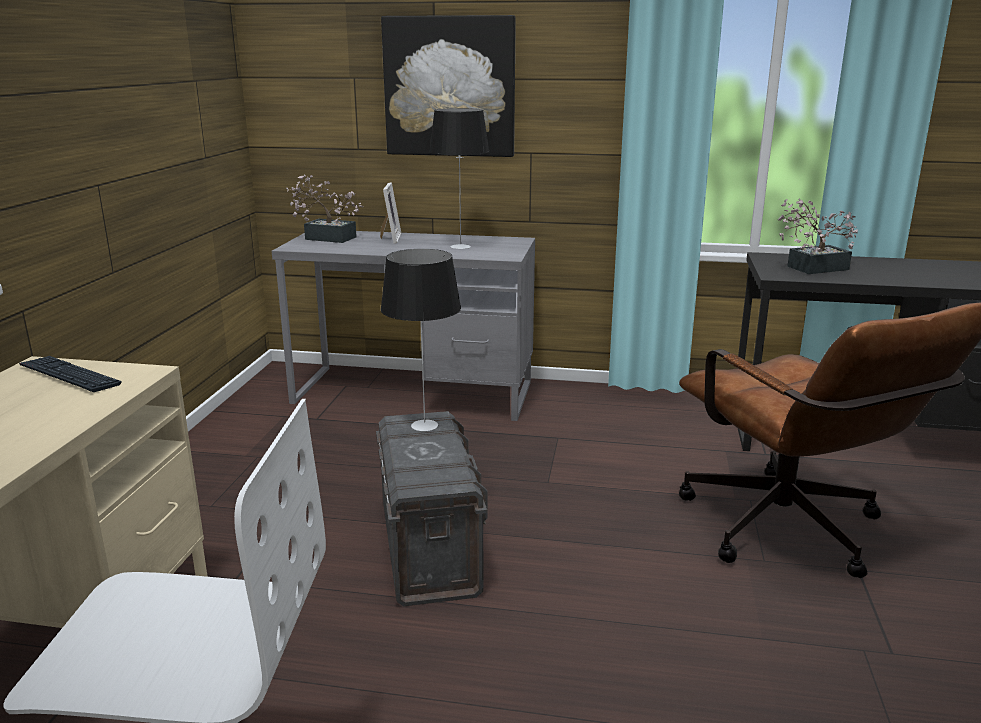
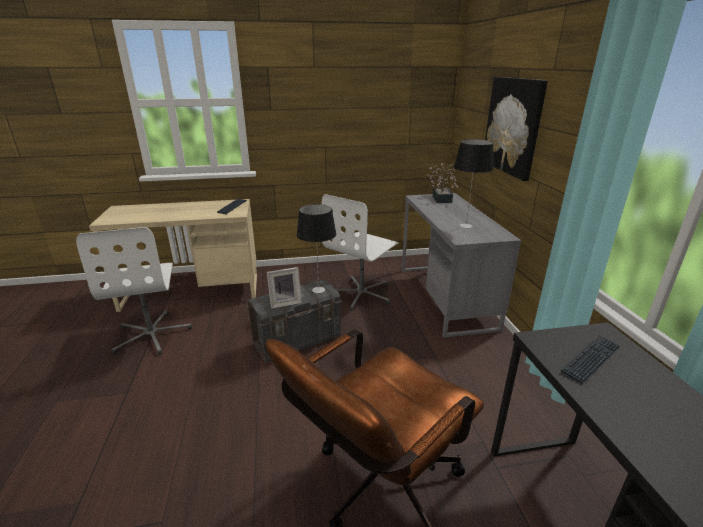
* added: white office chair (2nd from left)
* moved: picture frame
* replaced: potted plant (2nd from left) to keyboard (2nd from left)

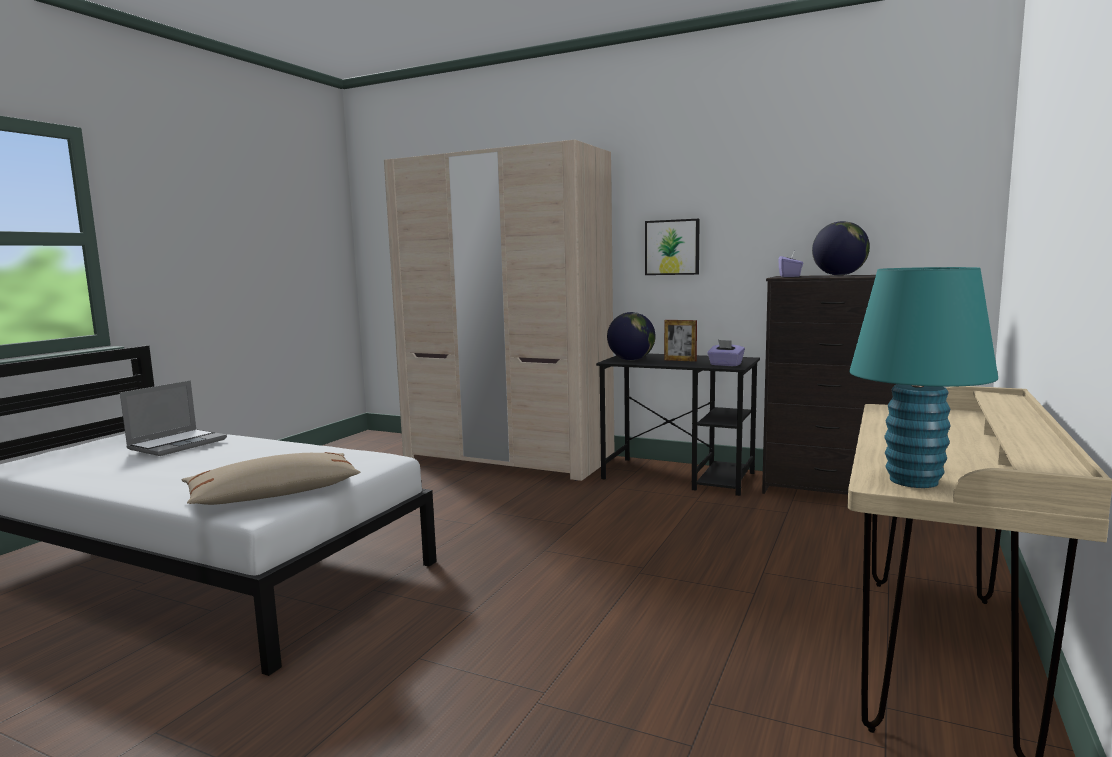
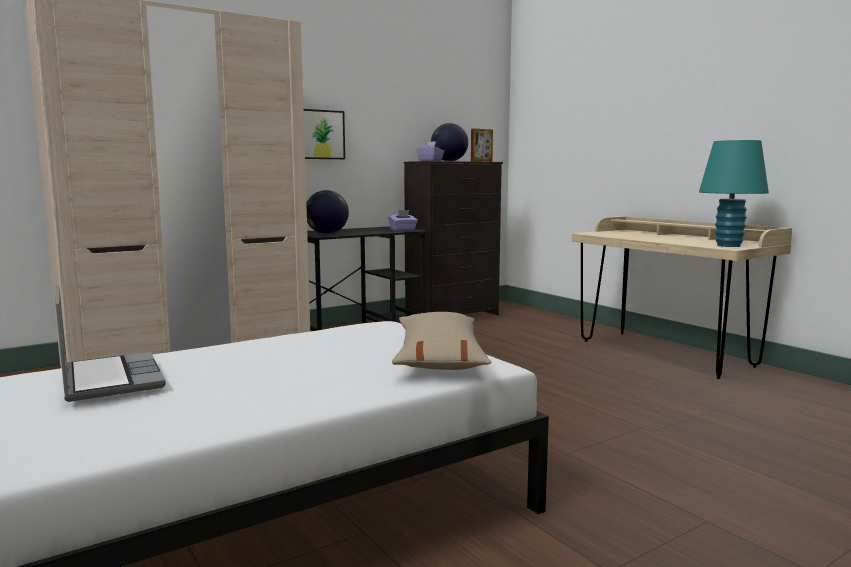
* moved: picture frame

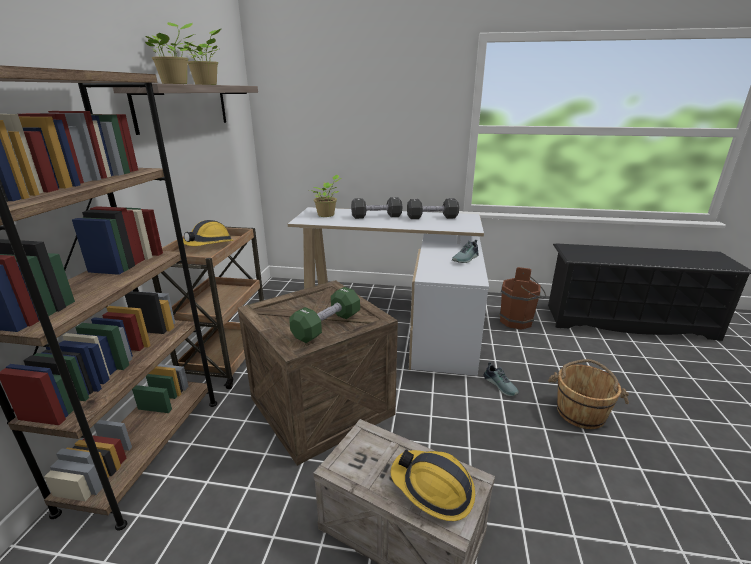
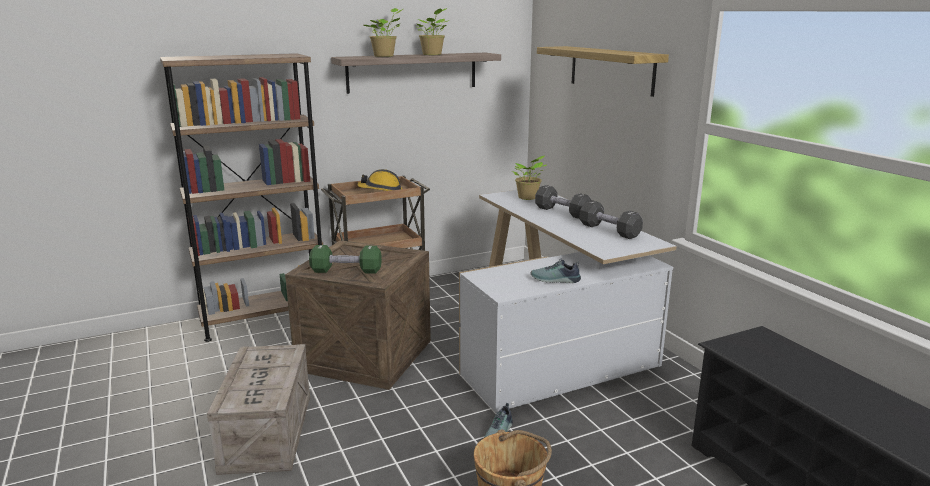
* removed: hard hat (2nd from left)
* removed: brown bucket (1st from left)
* added: shelf (2nd from left)

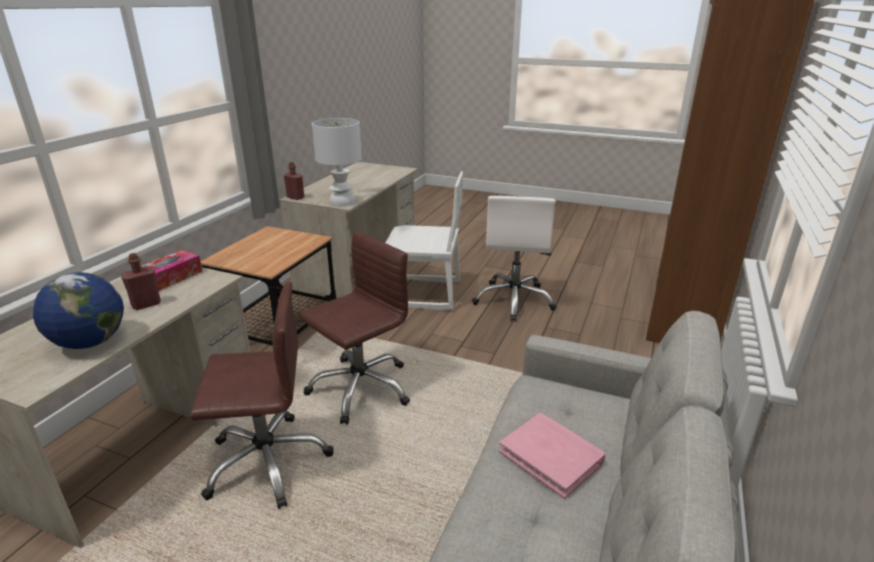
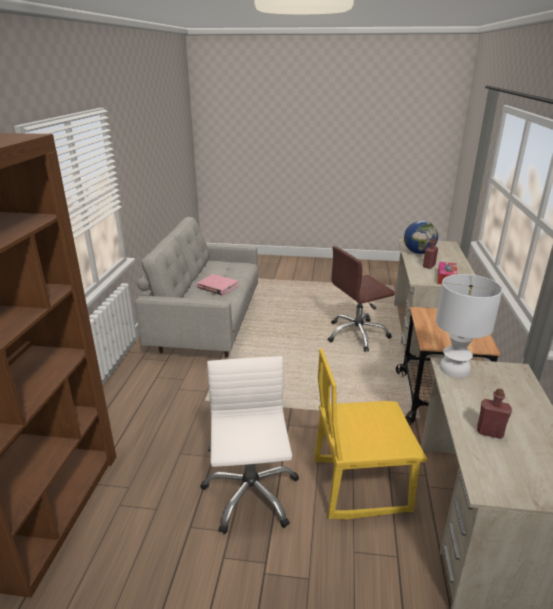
* removed: brown office chair (2nd from left)
* moved: red bottle (2nd from left)
* recoloured: white chair to yellow chair

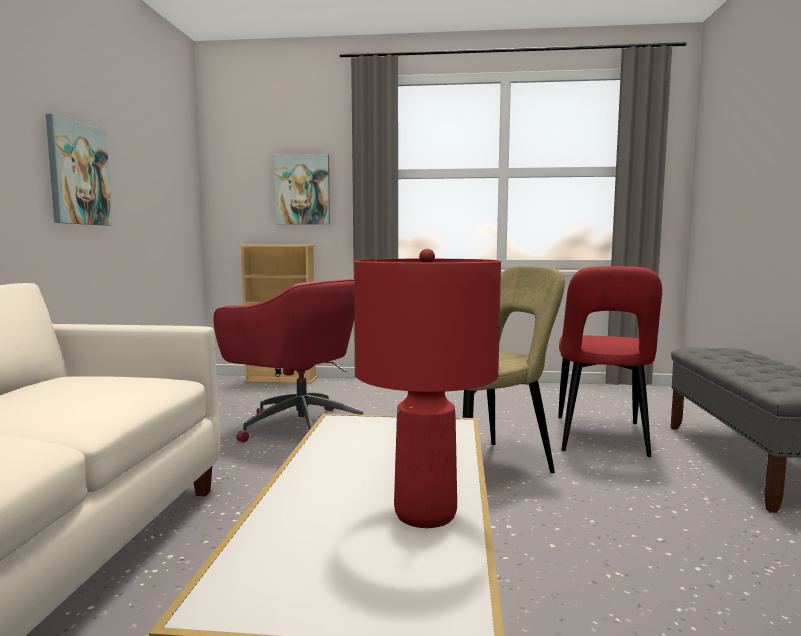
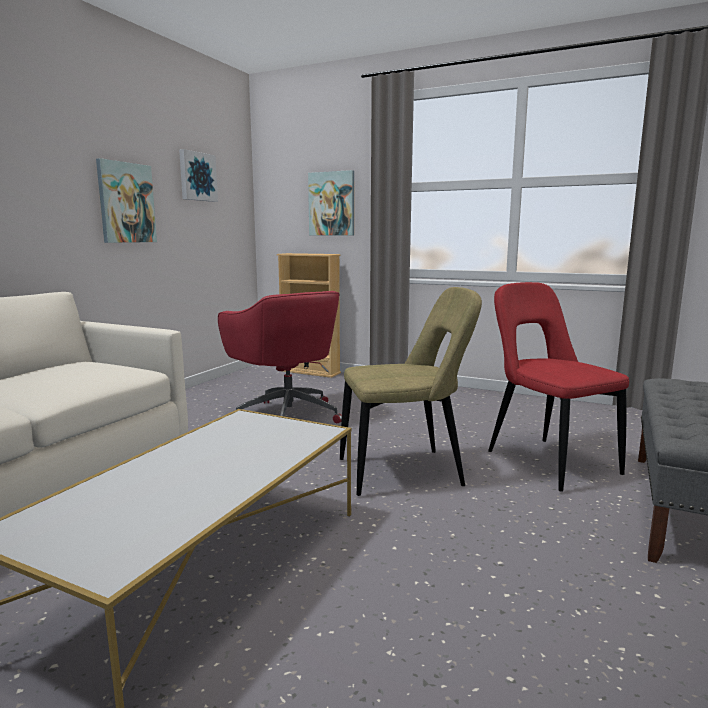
* removed: red table lamp
* added: picture (2nd from left)
* turned: red chair 120 degrees clockwise

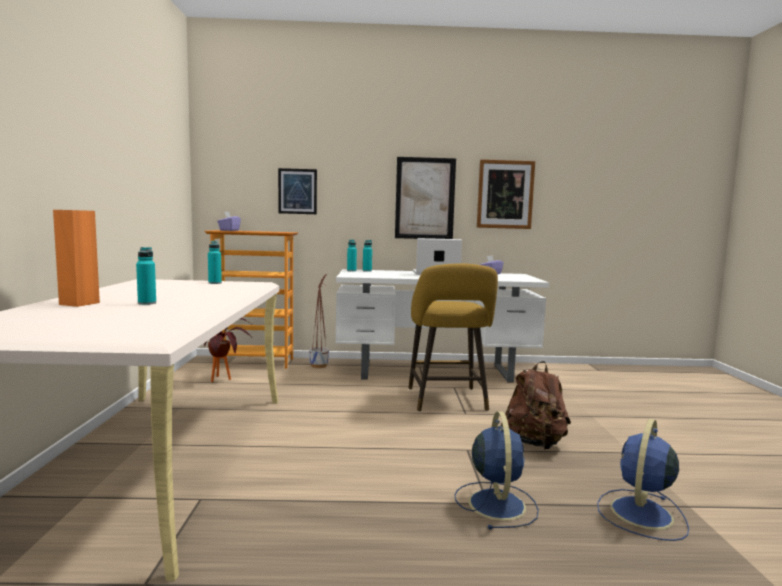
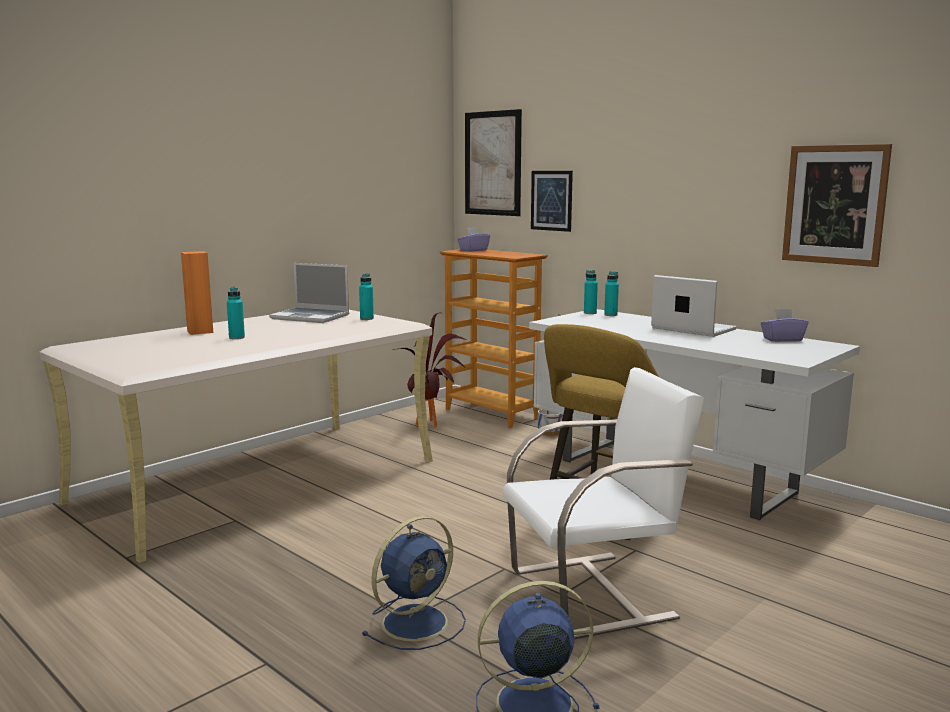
* added: laptop (1st from left)
* moved: picture (2nd from left in the first image) to picture (1st from left)
* replaced: brown backpack to white chair

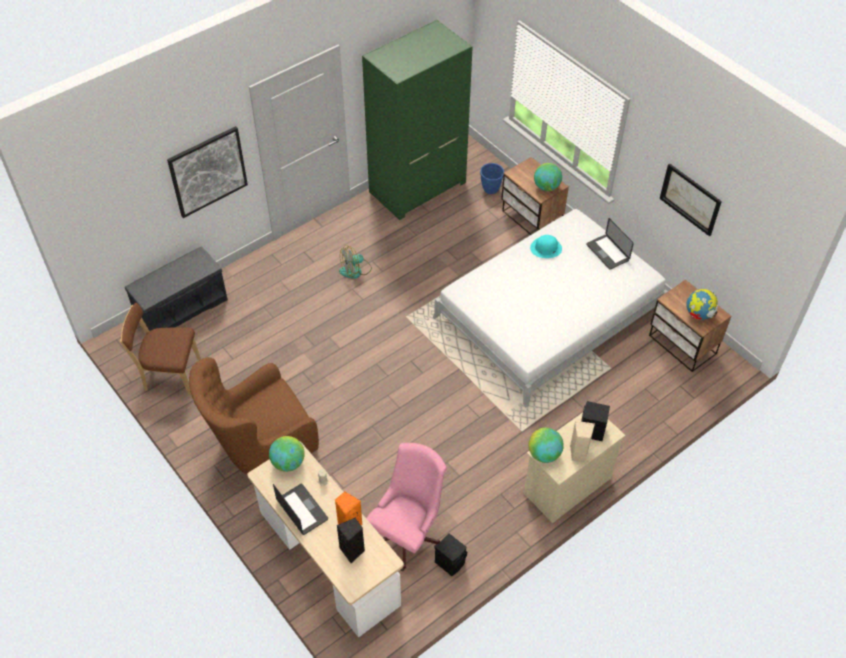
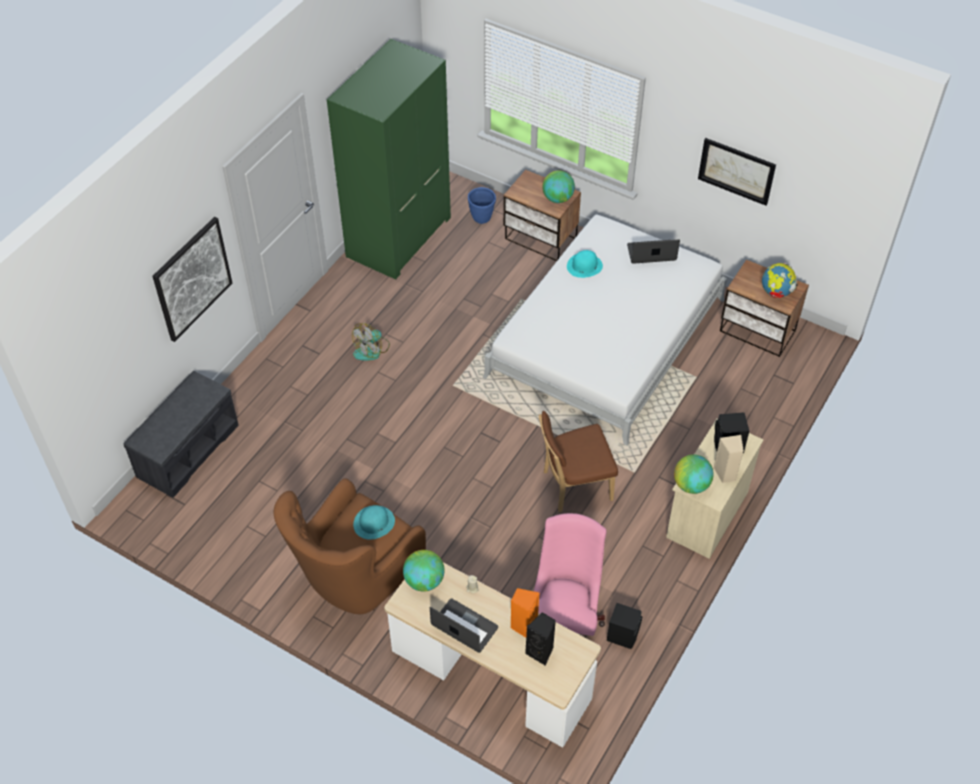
* added: turquoise hat (1st from left)
* moved: brown chair
* turned: laptop (2nd from left) 135 degrees clockwise

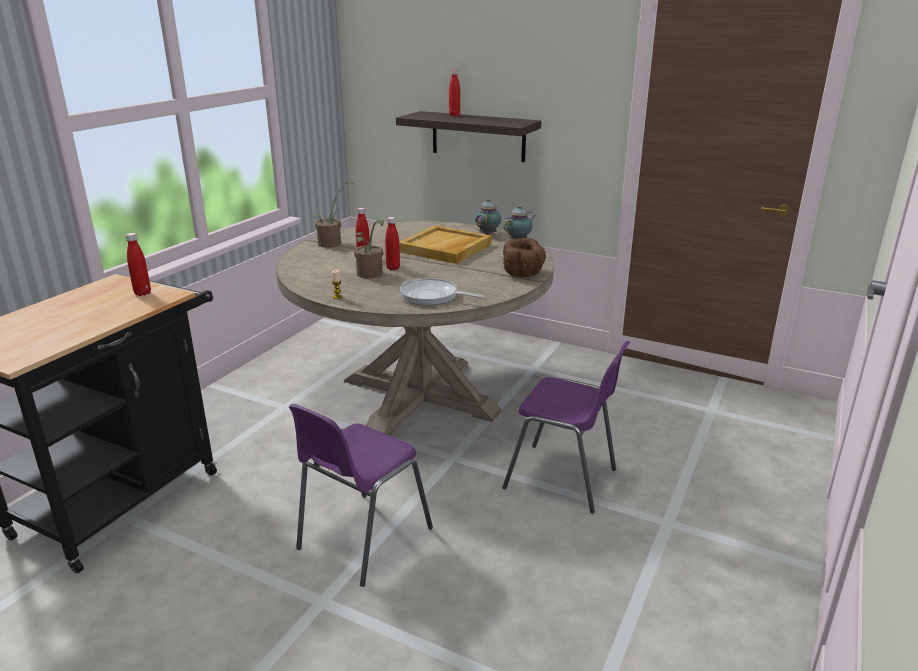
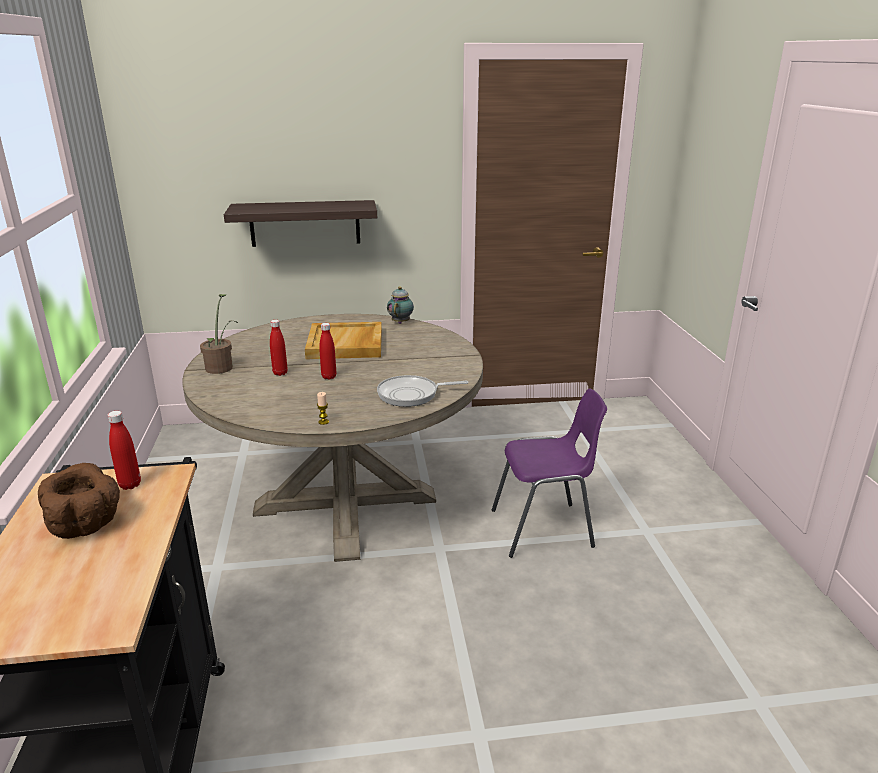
* removed: purple chair (1st from left)
* removed: potted plant (2nd from left)
* removed: red bottle (4th from left)
* removed: teapot (1st from left)
* moved: brown bowl

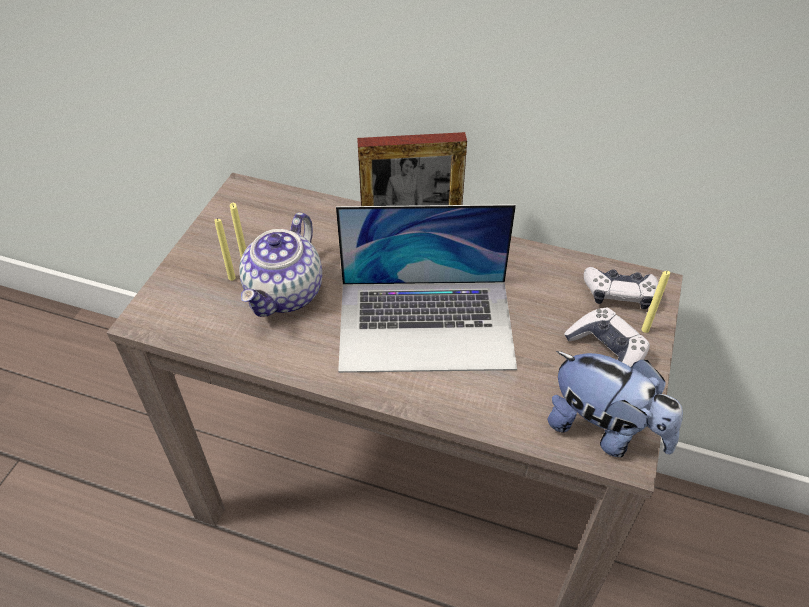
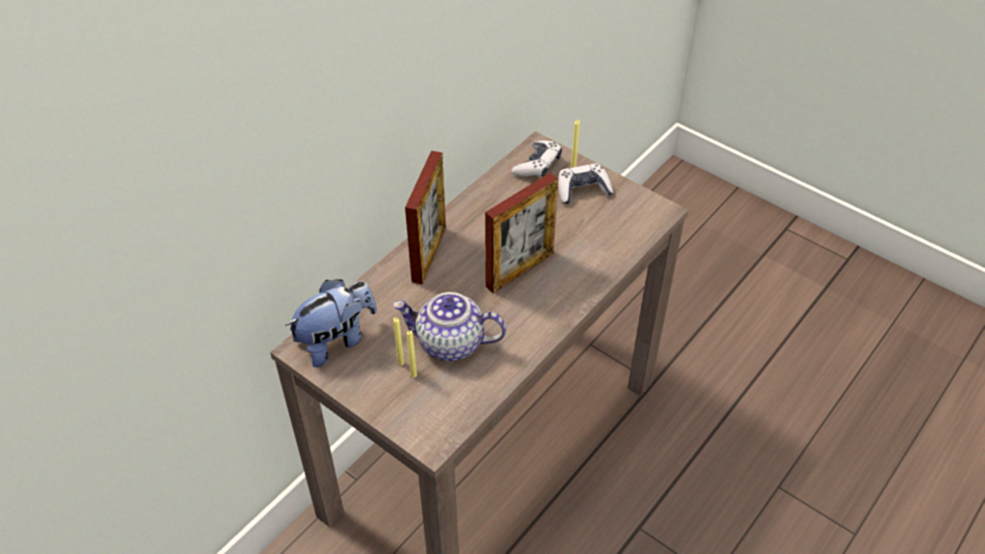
* moved: plush toy
* replaced: laptop to picture frame (2nd from left)
* turned: teapot 150 degrees clockwise

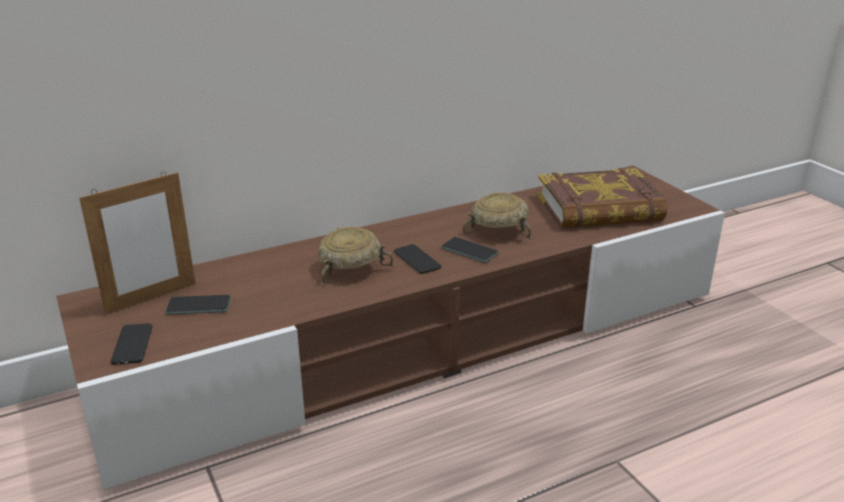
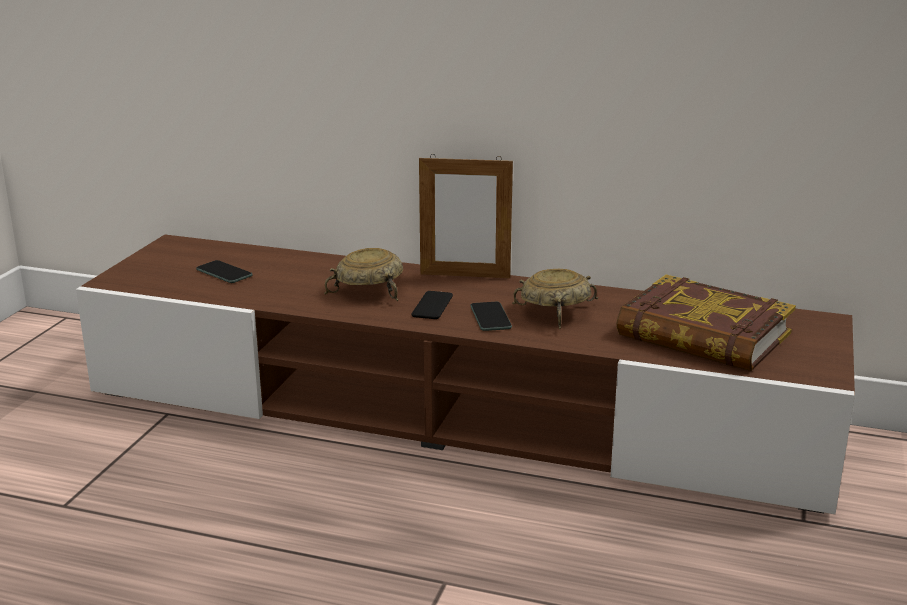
* removed: phone (1st from left)
* moved: picture frame

